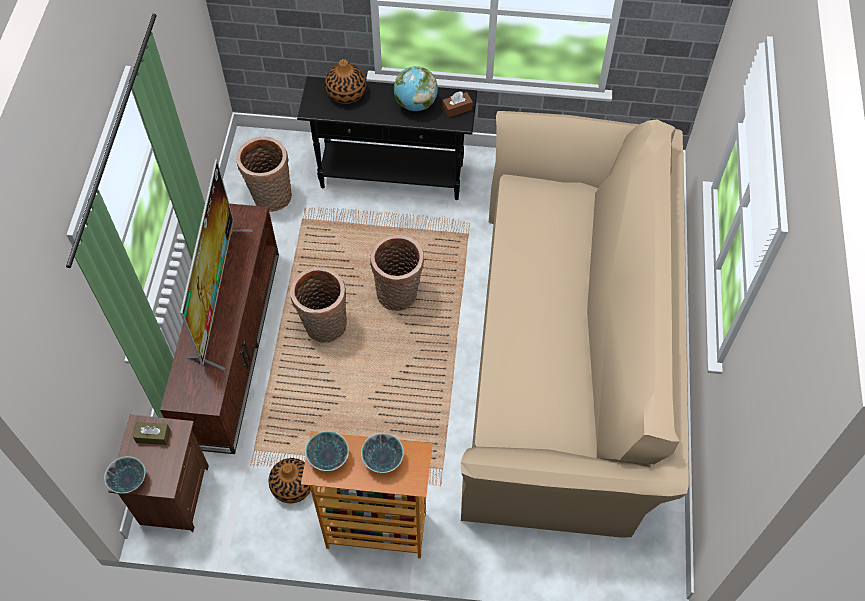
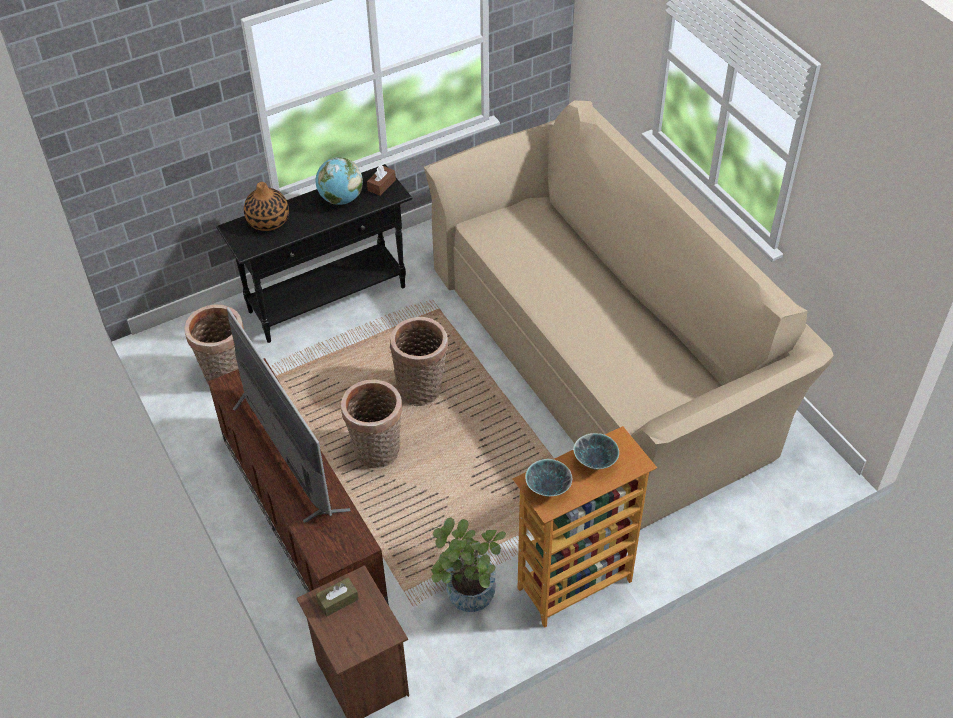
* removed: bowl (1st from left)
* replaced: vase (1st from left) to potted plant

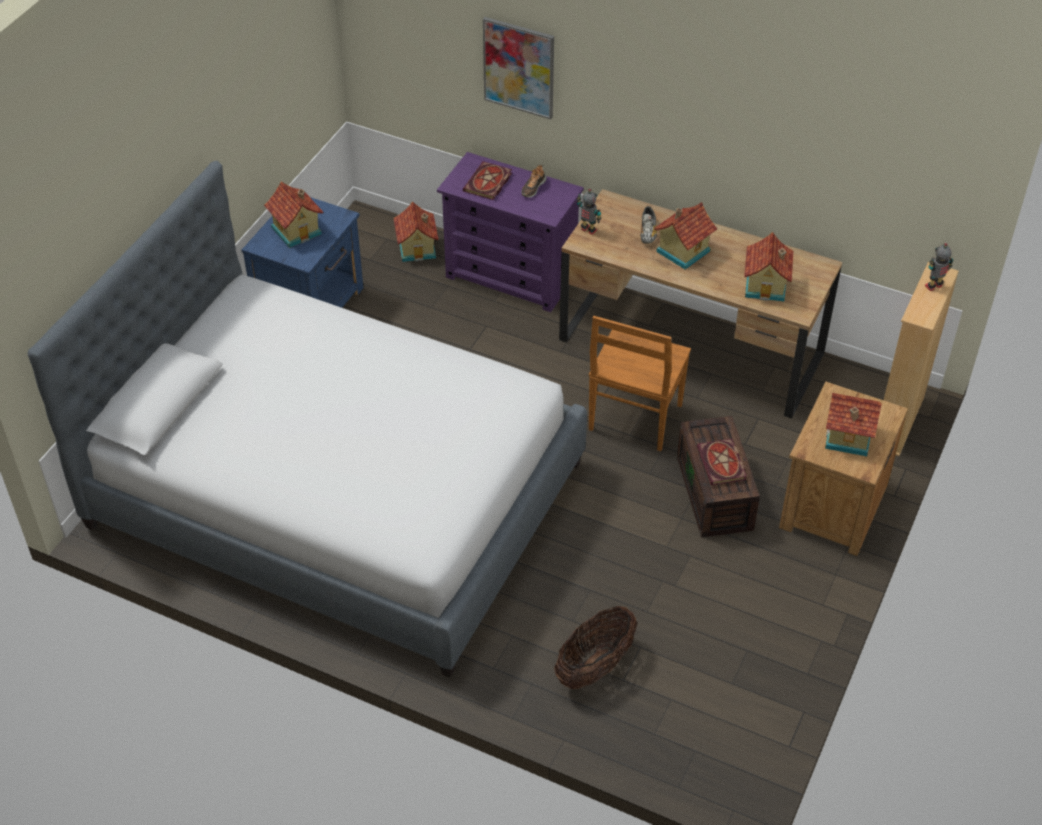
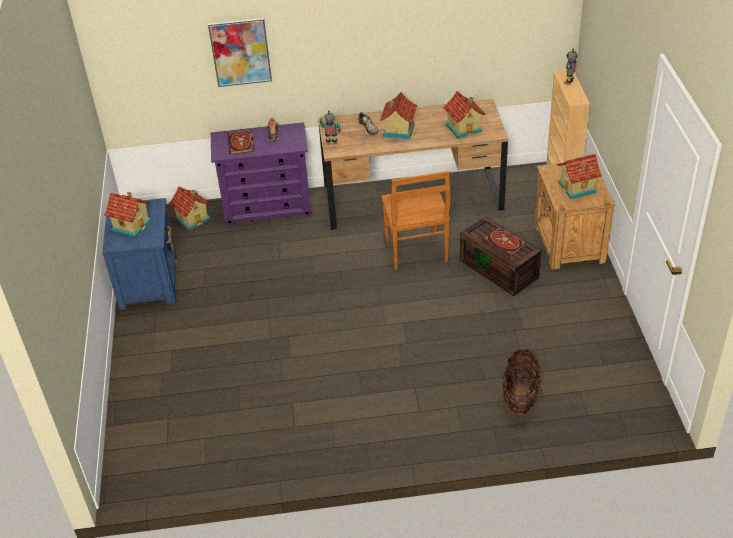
* removed: bed

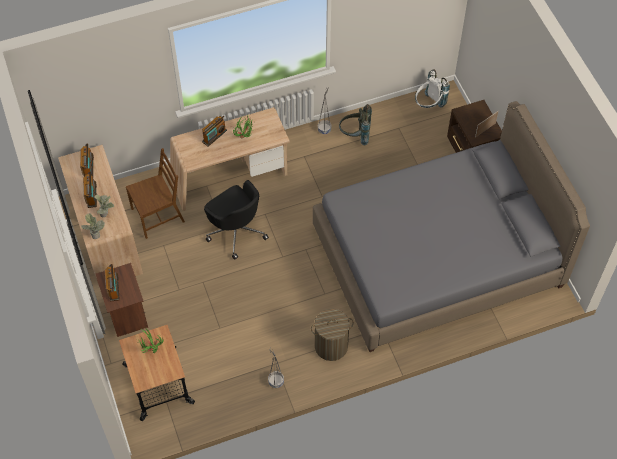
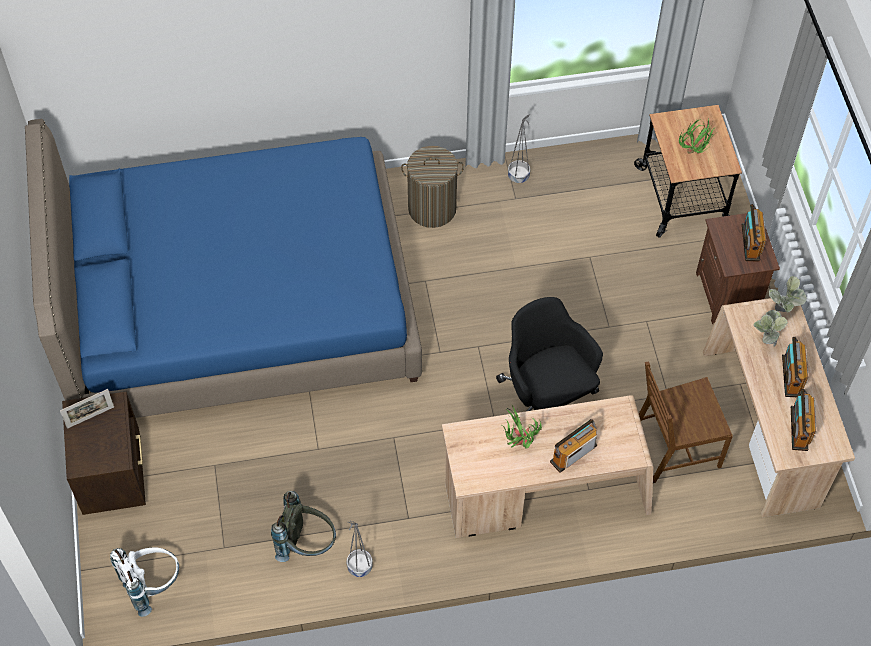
* recoloured: grey bed to blue bed

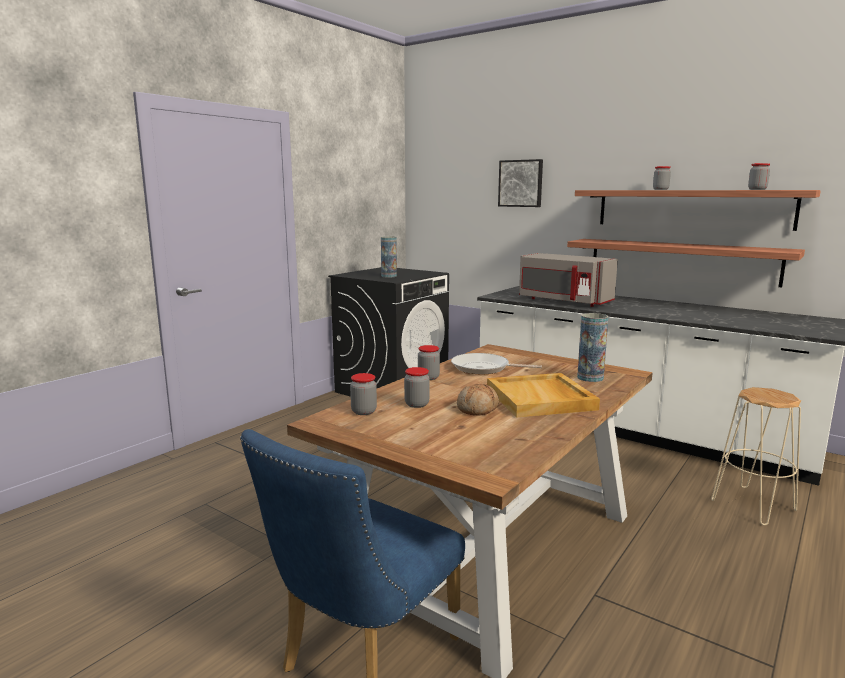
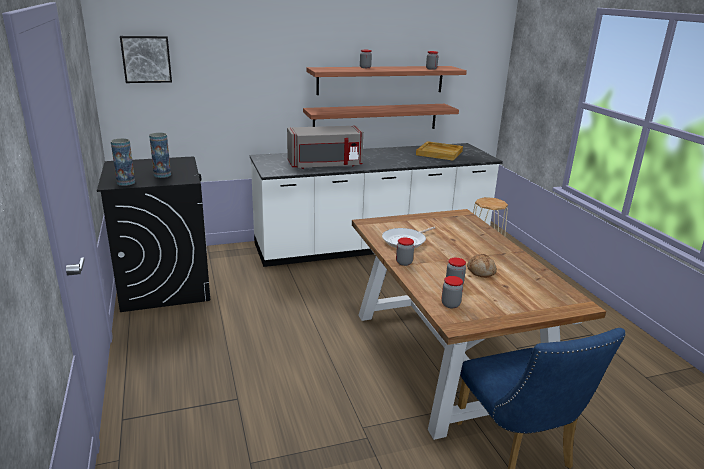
* moved: beige tray
* moved: picture
* moved: vase (2nd from left in the first image) to vase (1st from left)

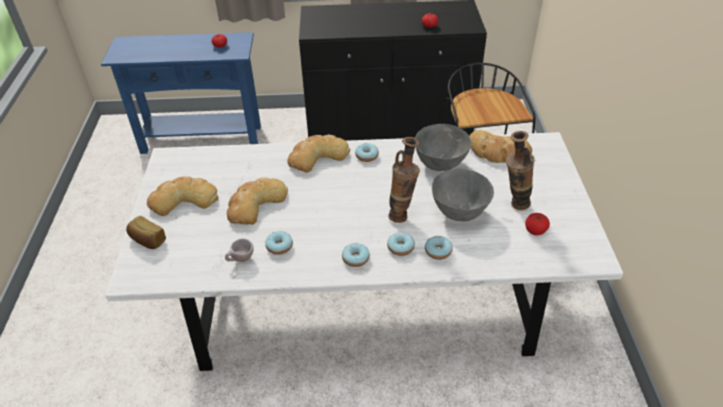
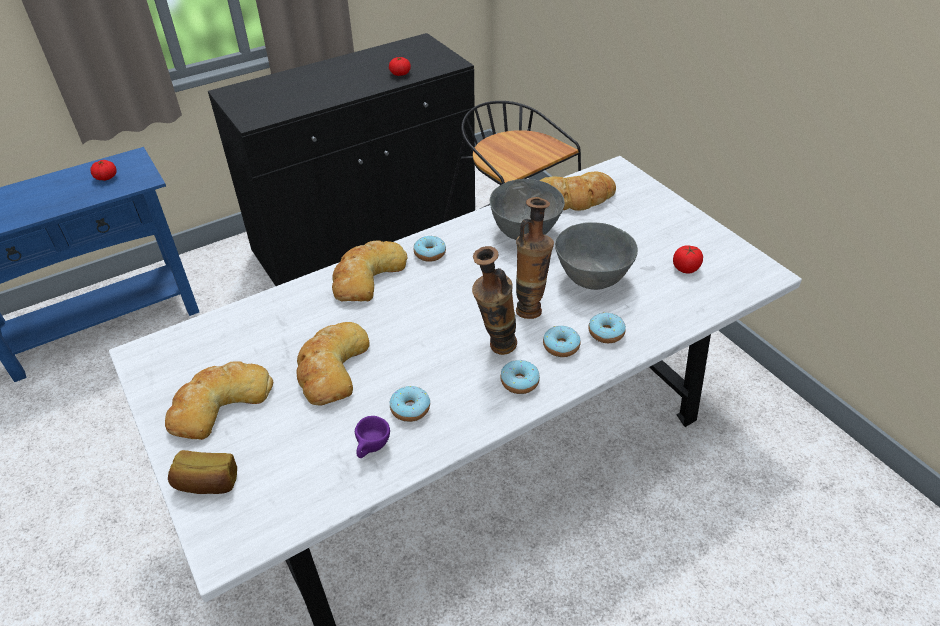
* moved: vase (2nd from left in the first image) to vase (1st from left)
* recoloured: beige cup to purple cup

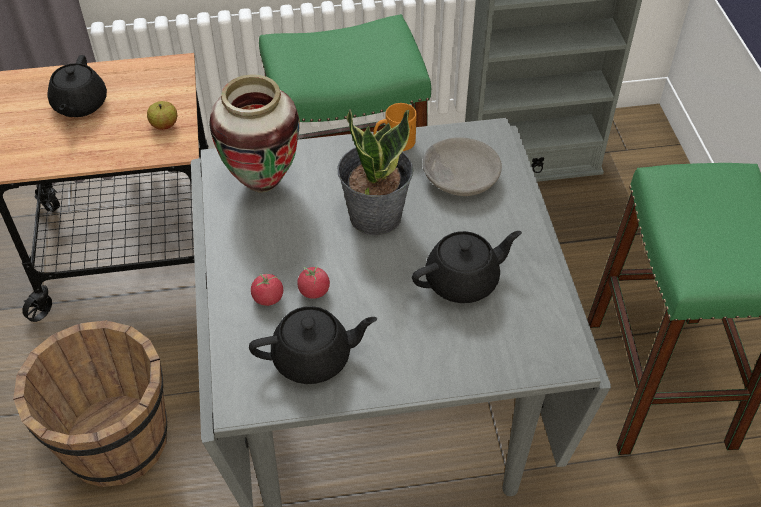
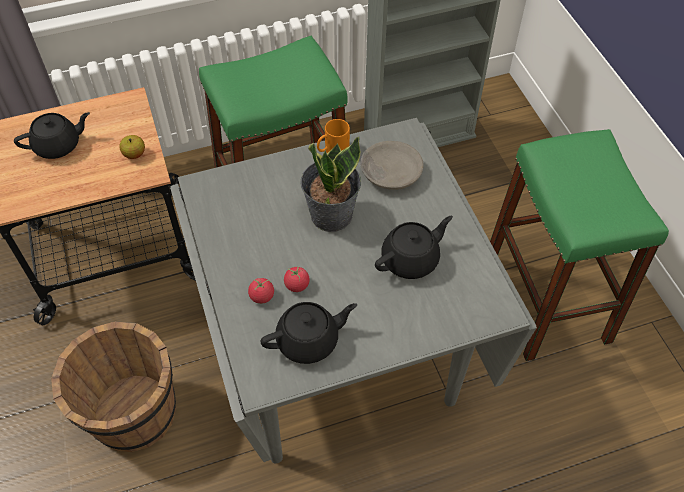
* removed: vase
* turned: black teapot (1st from left) 105 degrees counterclockwise

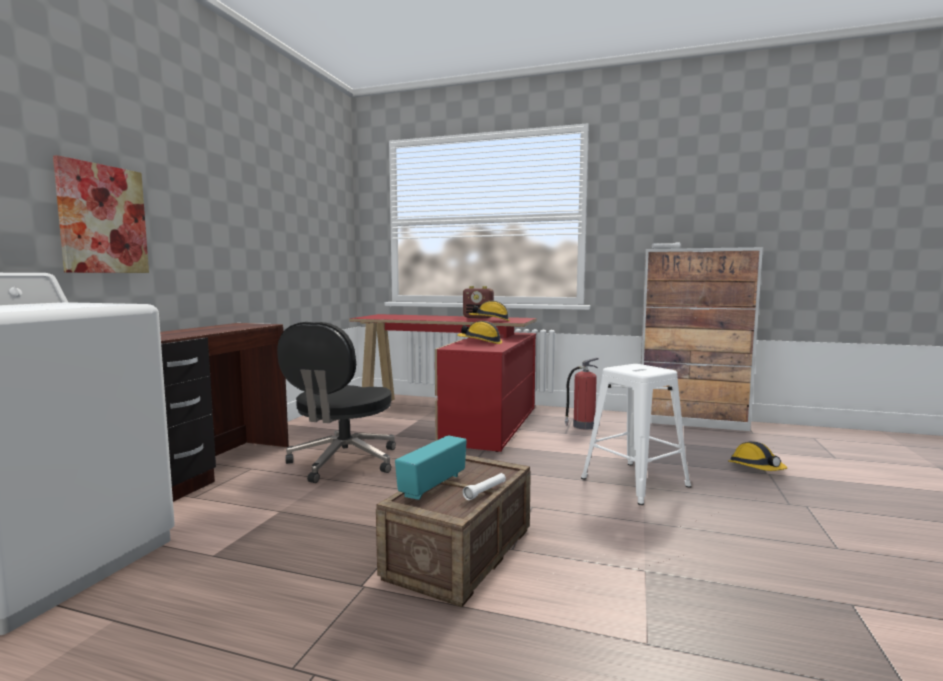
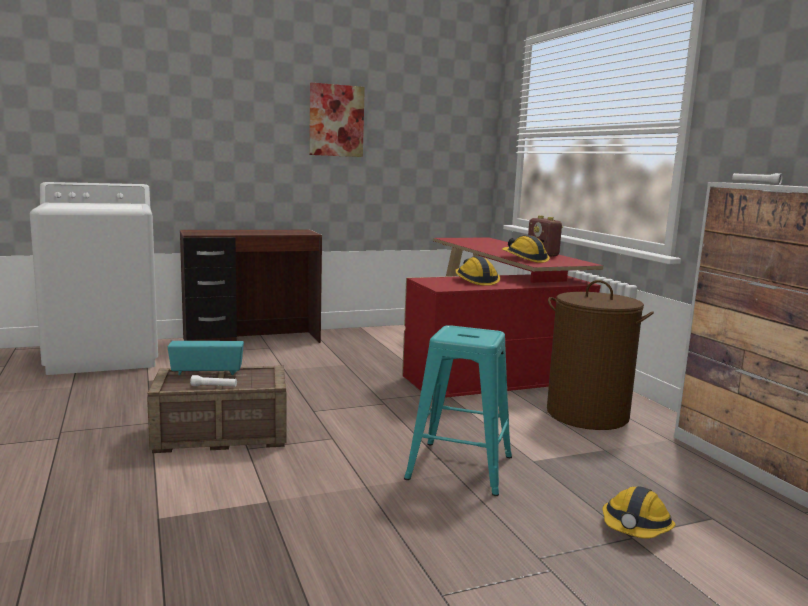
* removed: black office chair
* moved: picture
* replaced: fire extinguisher to brown laundry basket
* recoloured: white stool to turquoise stool

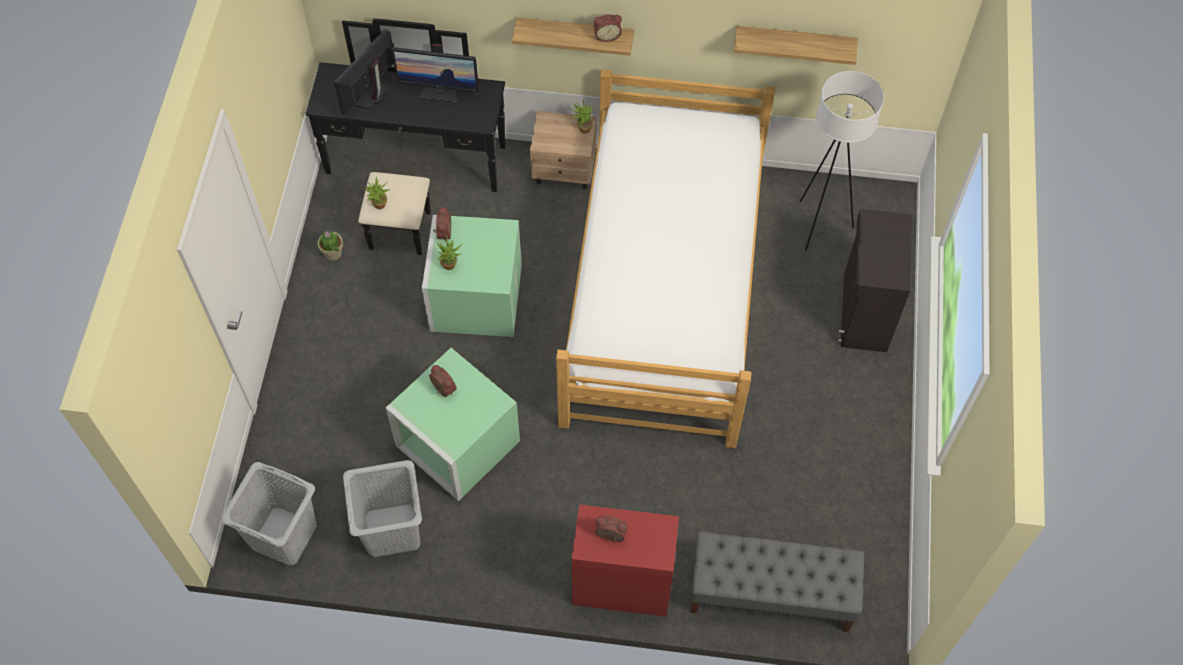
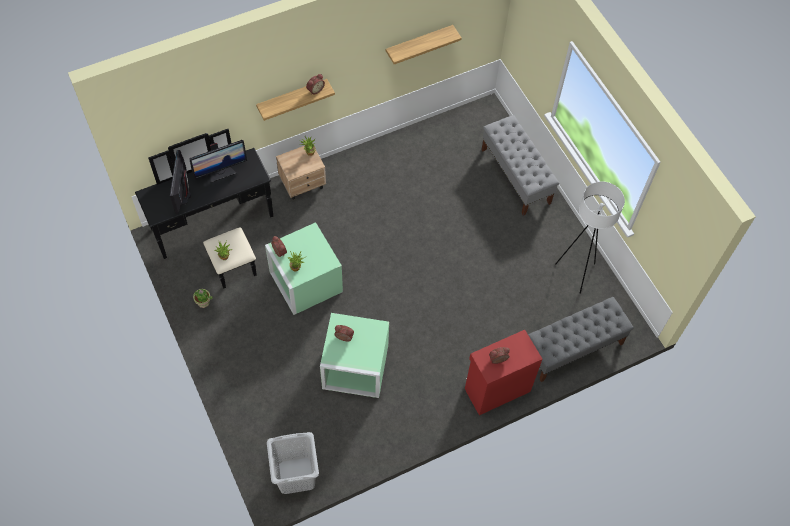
* removed: grey laundry basket (2nd from left)
* removed: bed
* moved: white floor lamp
* replaced: black cabinet to grey bench (1st from left)

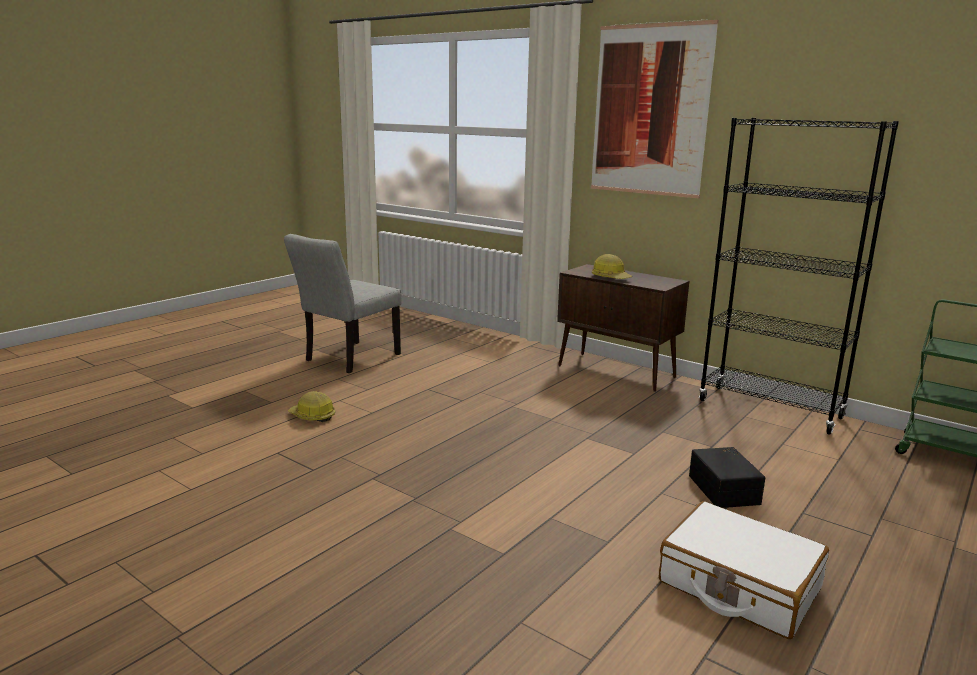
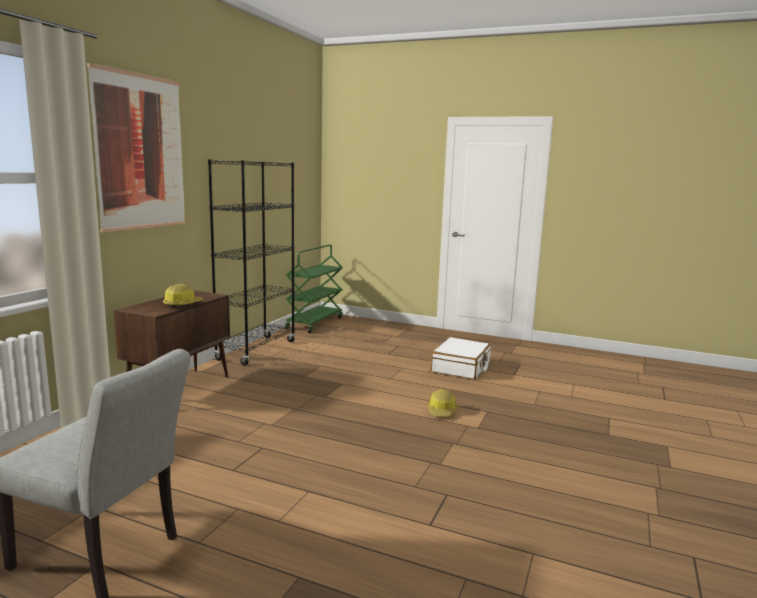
* removed: black storage box
* moved: hard hat (1st from left in the first image) to hard hat (2nd from left)

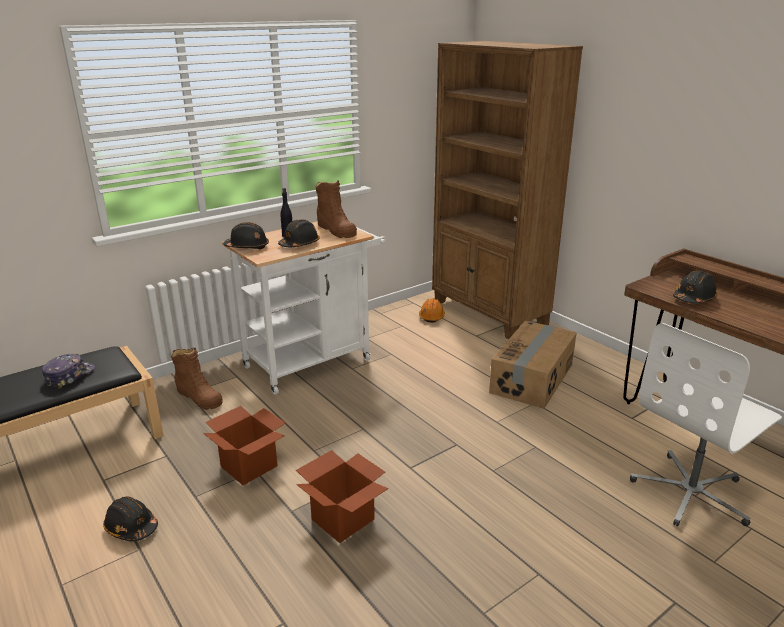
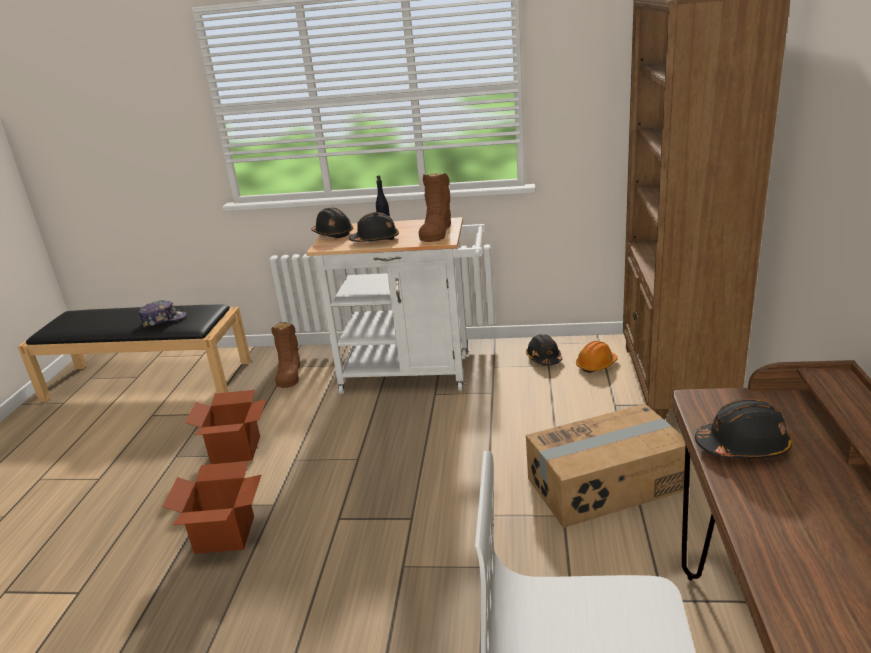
* moved: black hard hat (1st from left in the first image) to black hard hat (3rd from left)

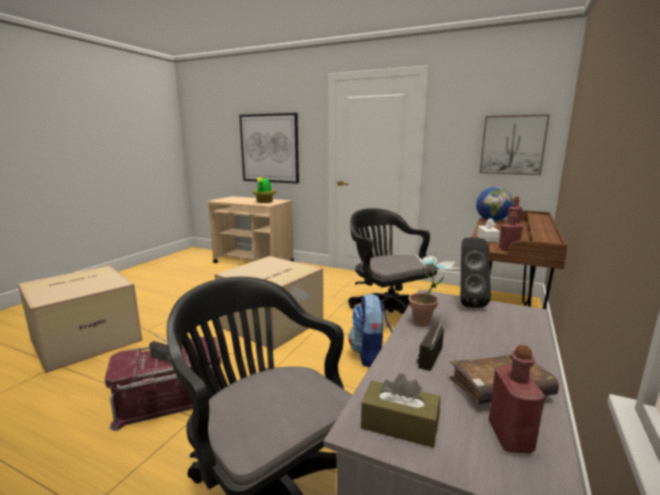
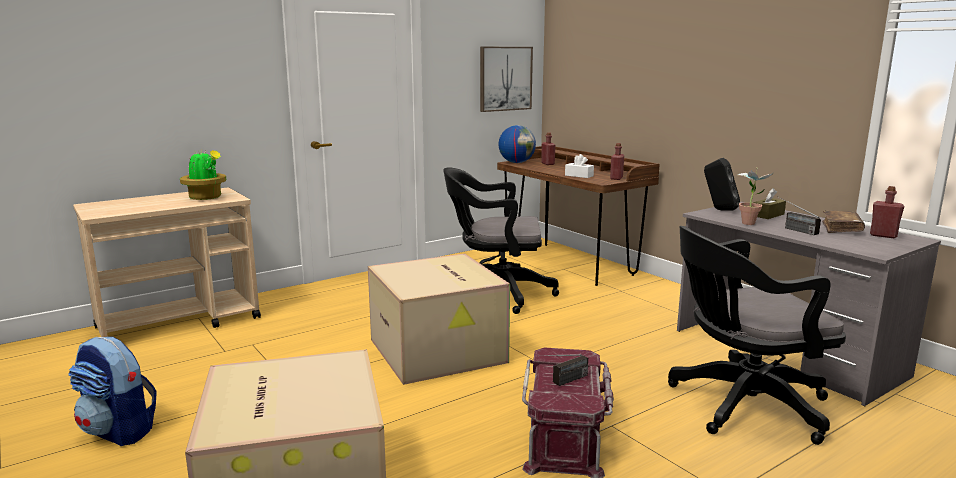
* removed: picture (1st from left)
* moved: backpack
* moved: brown tissue box

